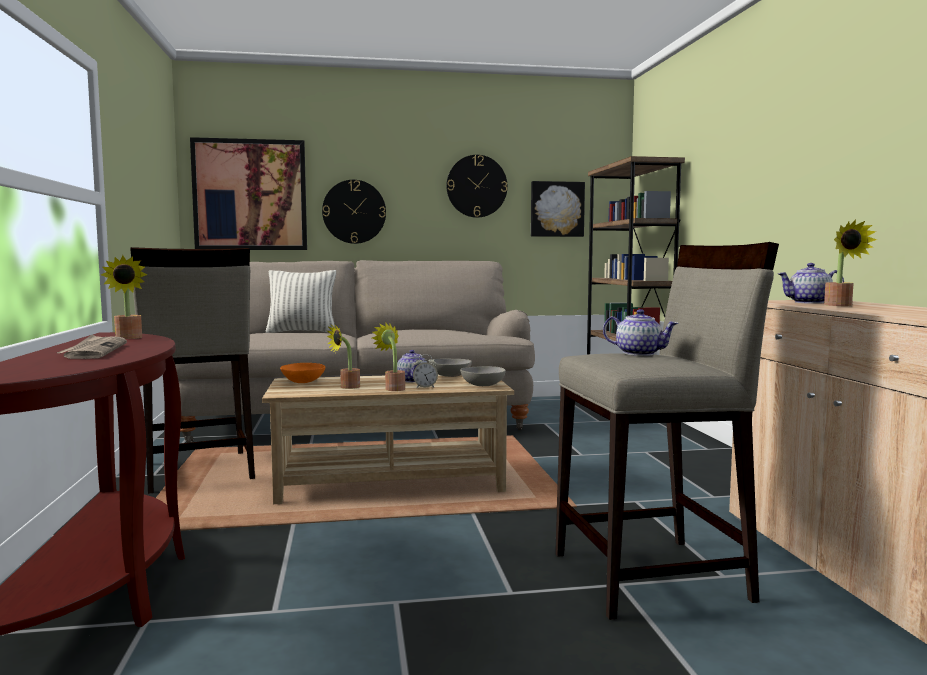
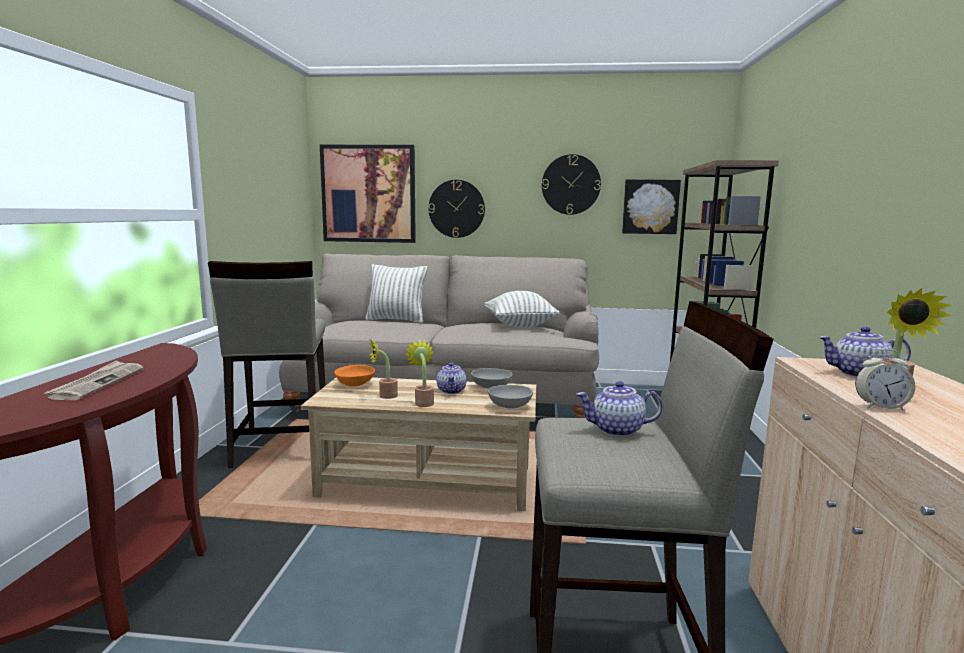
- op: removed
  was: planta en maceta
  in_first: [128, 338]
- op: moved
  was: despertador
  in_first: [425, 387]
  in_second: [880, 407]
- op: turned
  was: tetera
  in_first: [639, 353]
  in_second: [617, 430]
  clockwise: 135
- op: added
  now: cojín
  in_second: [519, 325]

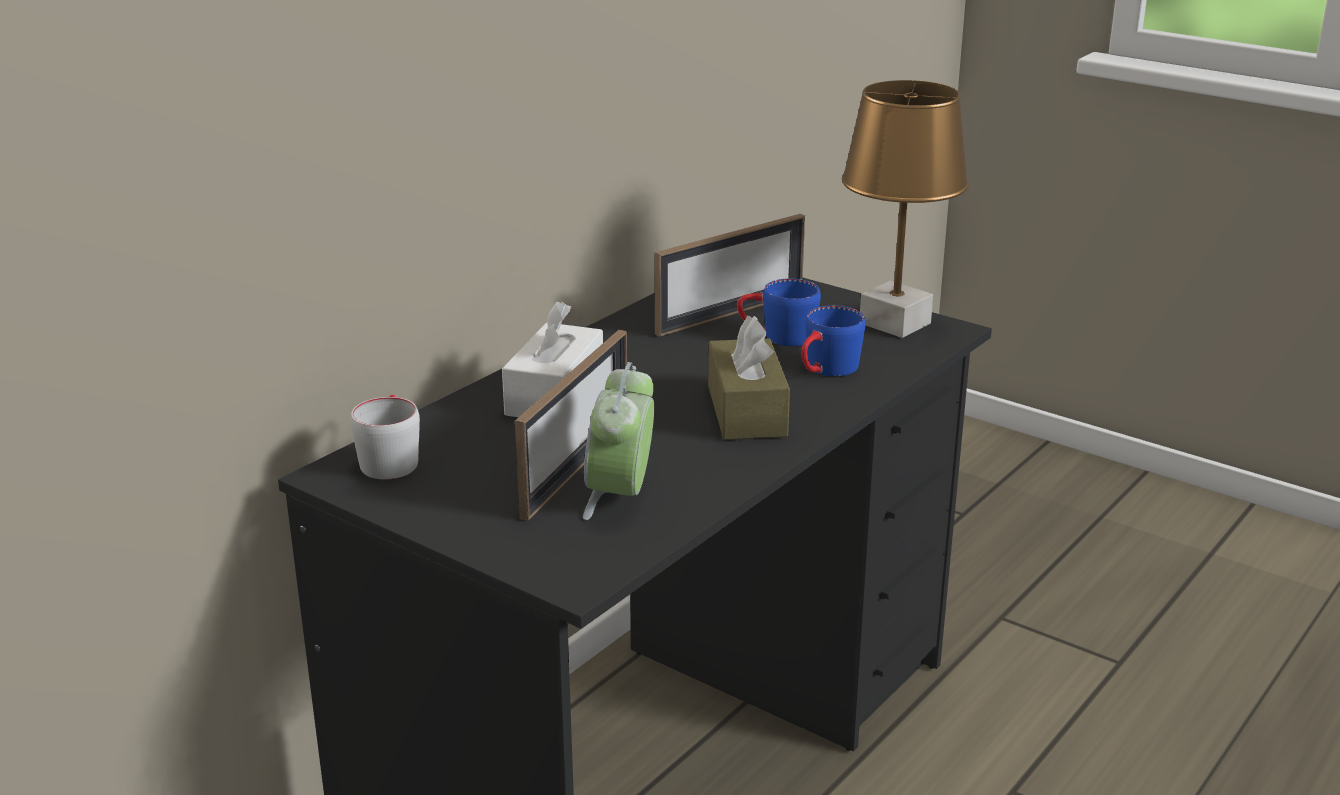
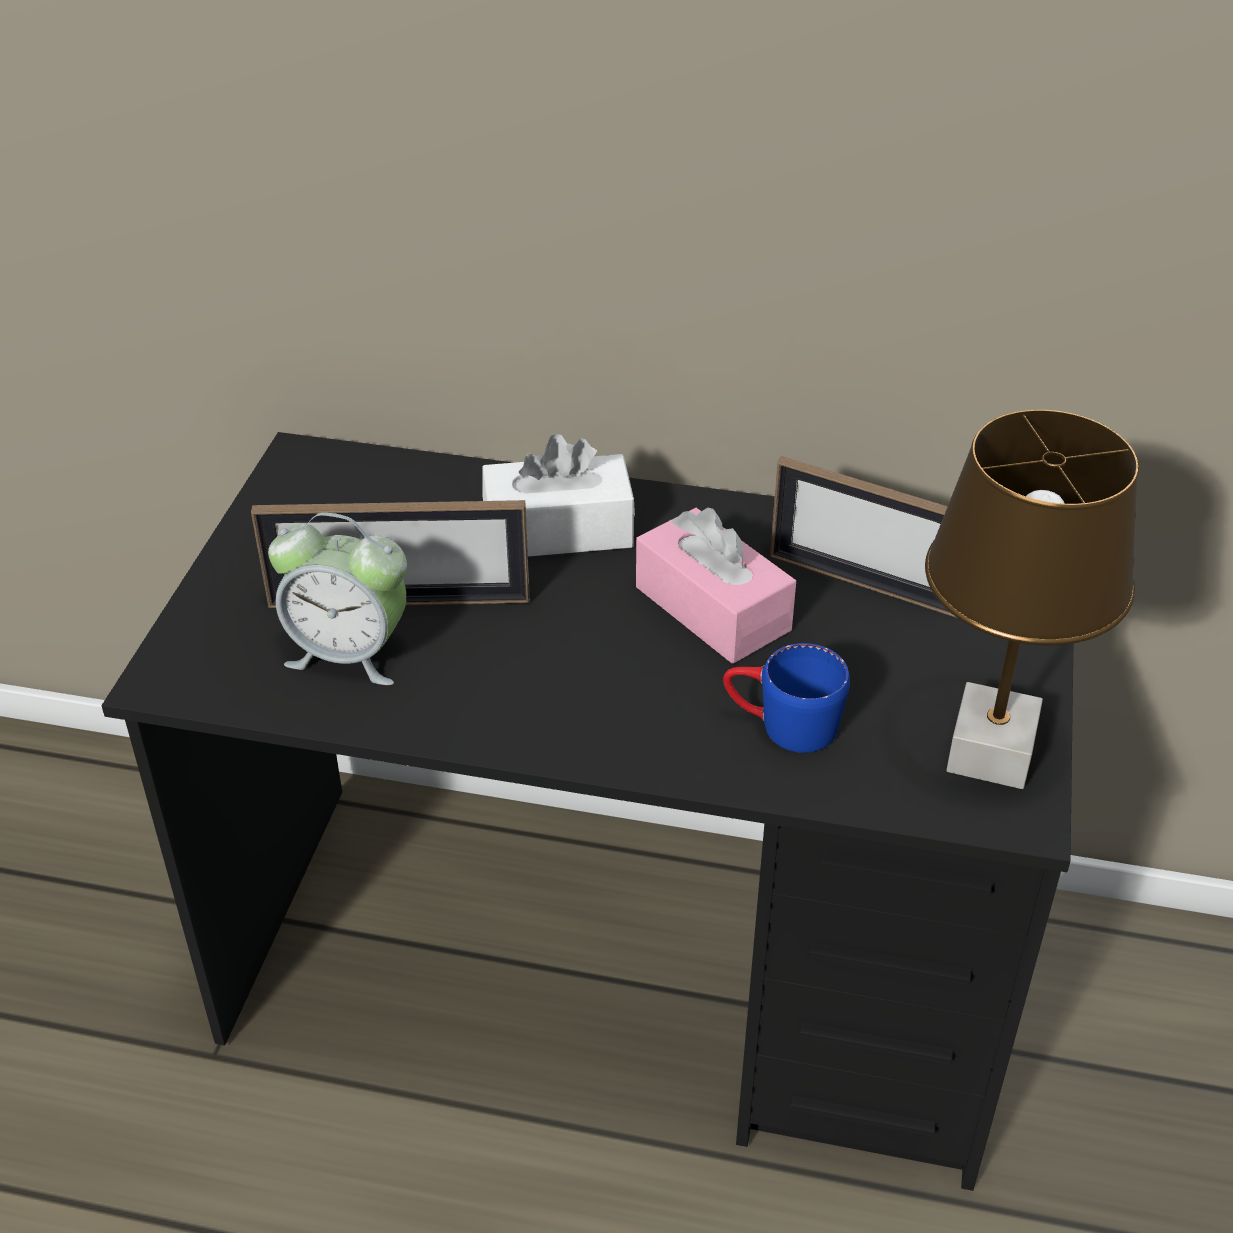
- op: removed
  was: taza grande/gris
  in_first: [390, 458]
- op: turned
  was: despertador
  in_first: [620, 497]
  in_second: [349, 654]
  clockwise: -150
- op: removed
  was: caja de pañuelos/marrón
  in_first: [746, 411]
- op: removed
  was: taza grande/azul
  in_first: [777, 336]
- op: added
  now: caja de pañuelos/rosa
  in_second: [712, 608]

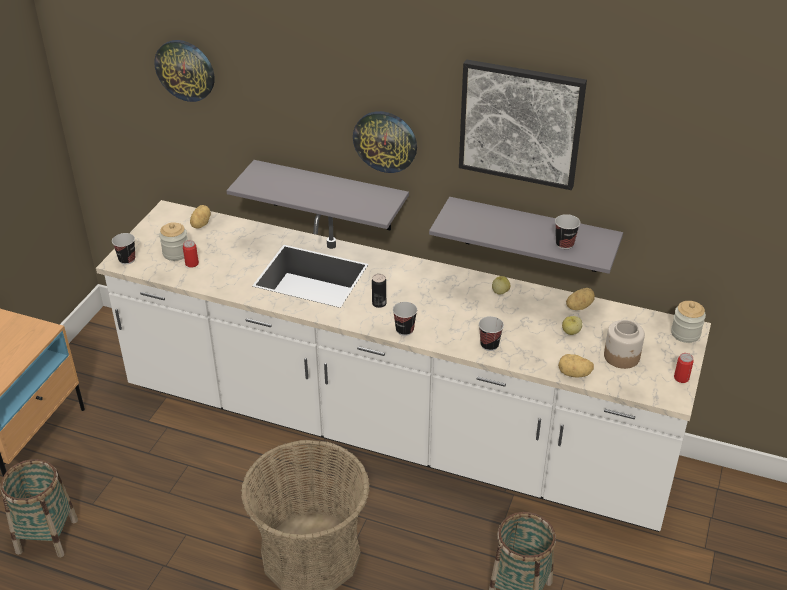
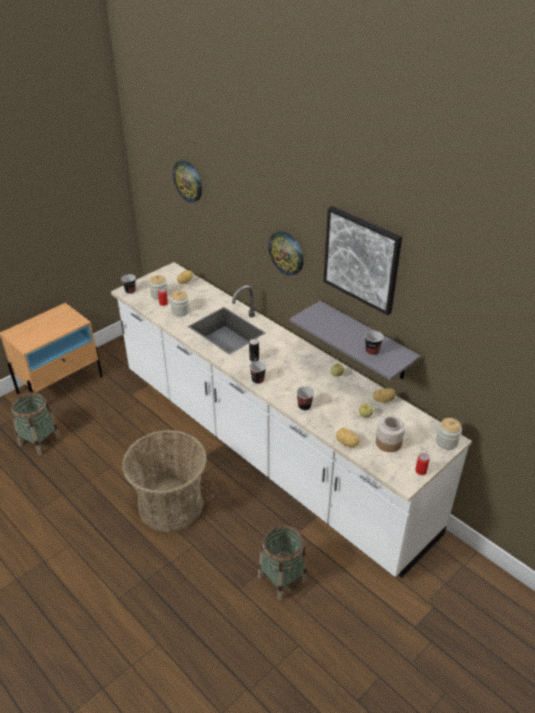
- op: removed
  was: estante/gris
  in_first: [330, 196]
- op: added
  now: tarro
  in_second: [180, 311]

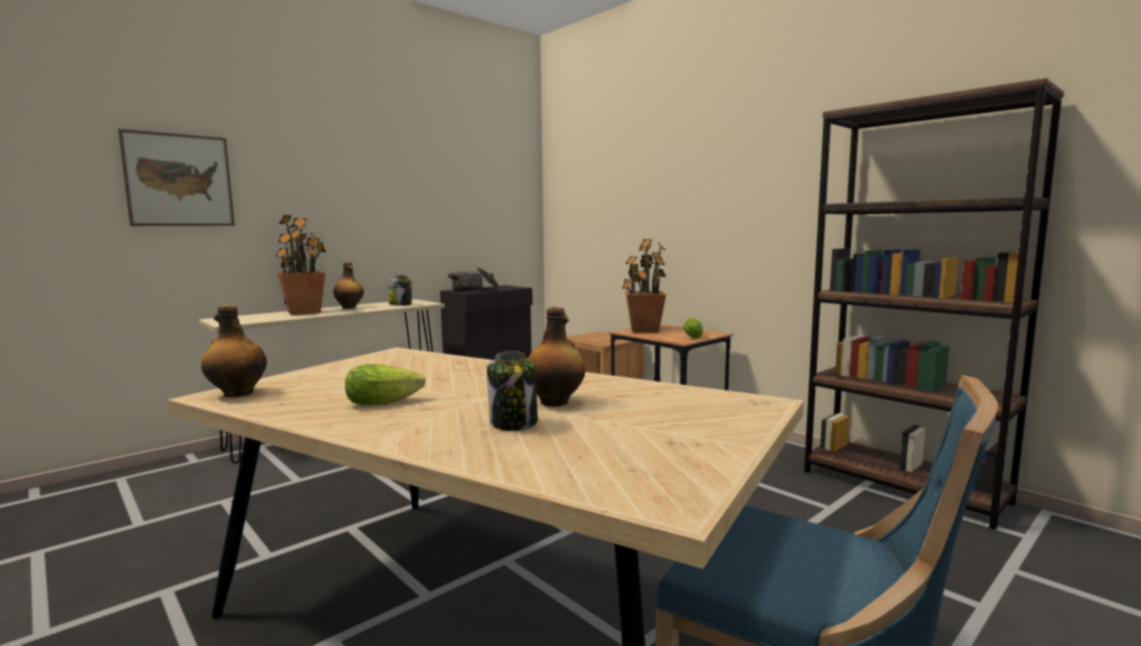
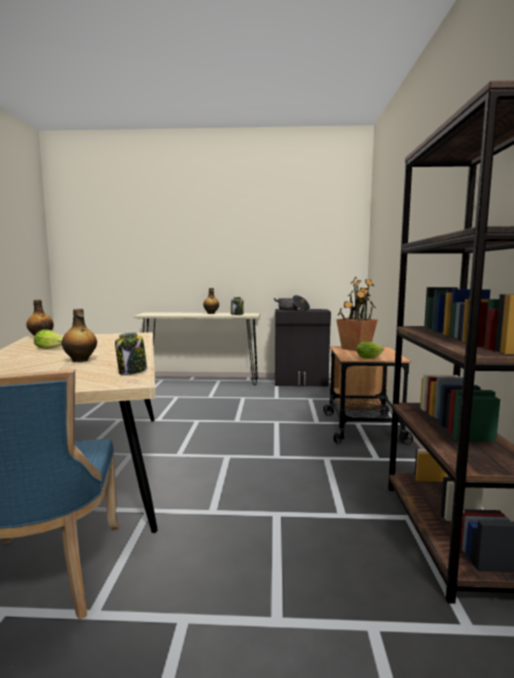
- op: removed
  was: cuadro
  in_first: [179, 180]
- op: removed
  was: planta en maceta
  in_first: [304, 312]
- op: moved
  was: tarro
  in_first: [514, 423]
  in_second: [132, 372]

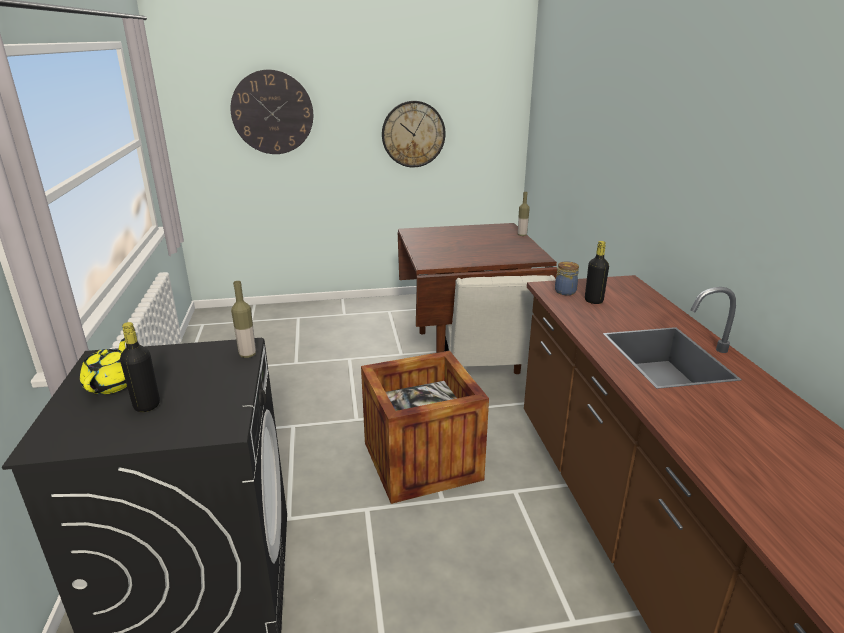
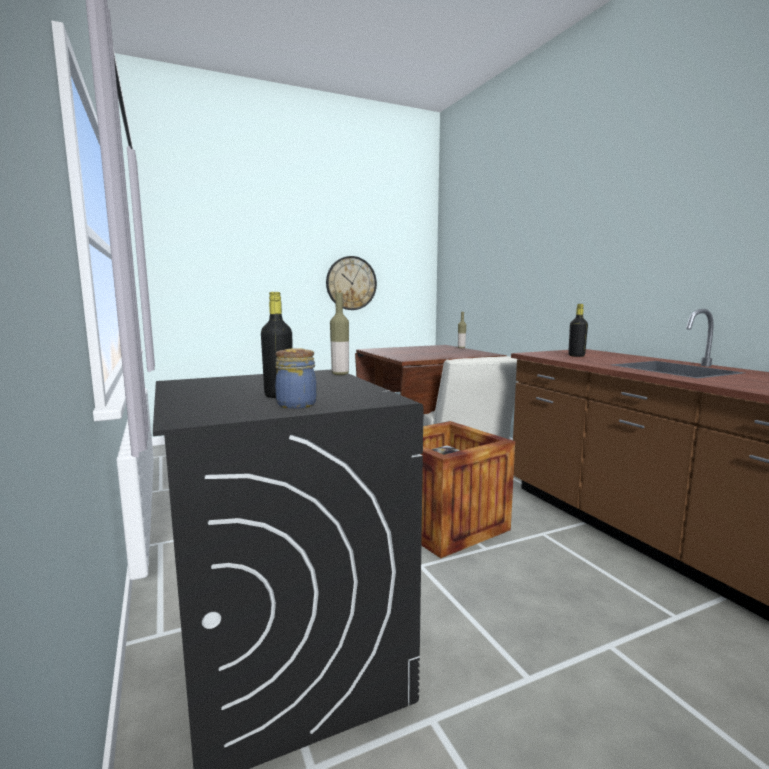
- op: removed
  was: tetera/amarillo
  in_first: [112, 384]
- op: removed
  was: reloj de pared
  in_first: [272, 112]
- op: moved
  was: tarro
  in_first: [565, 291]
  in_second: [297, 404]

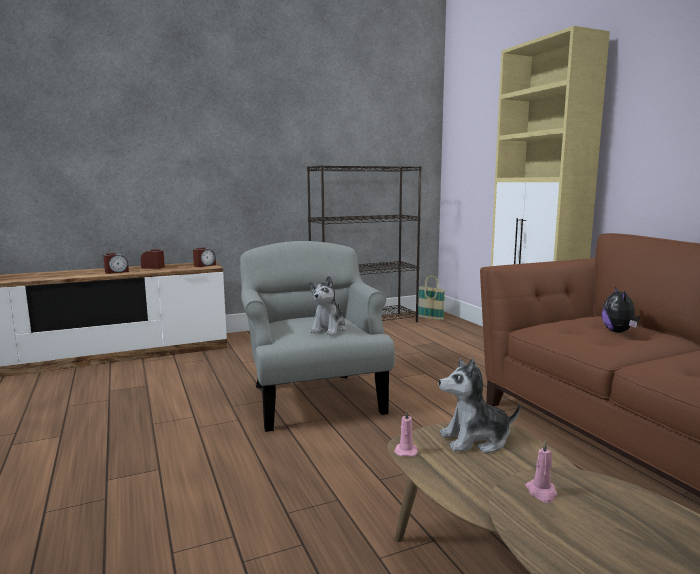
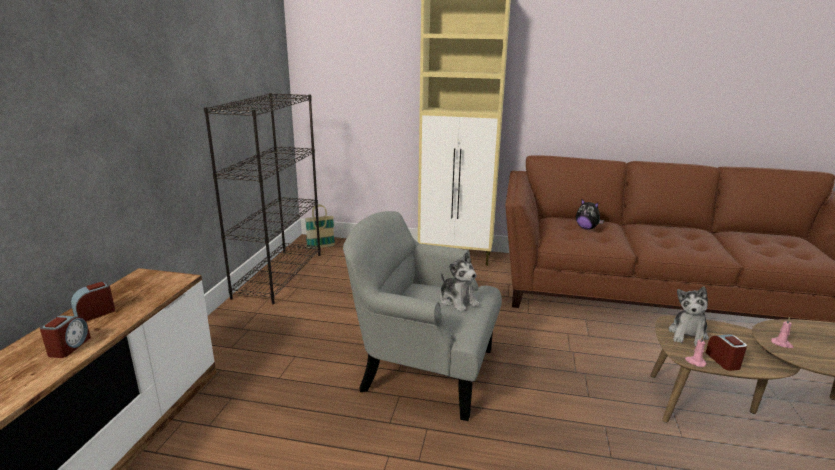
- op: moved
  was: despertador
  in_first: [204, 265]
  in_second: [723, 361]

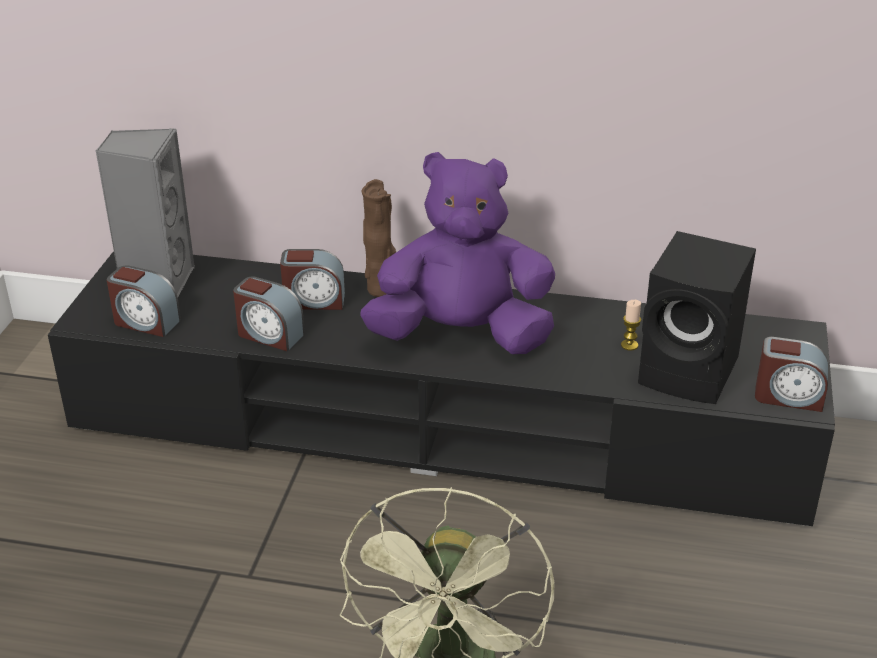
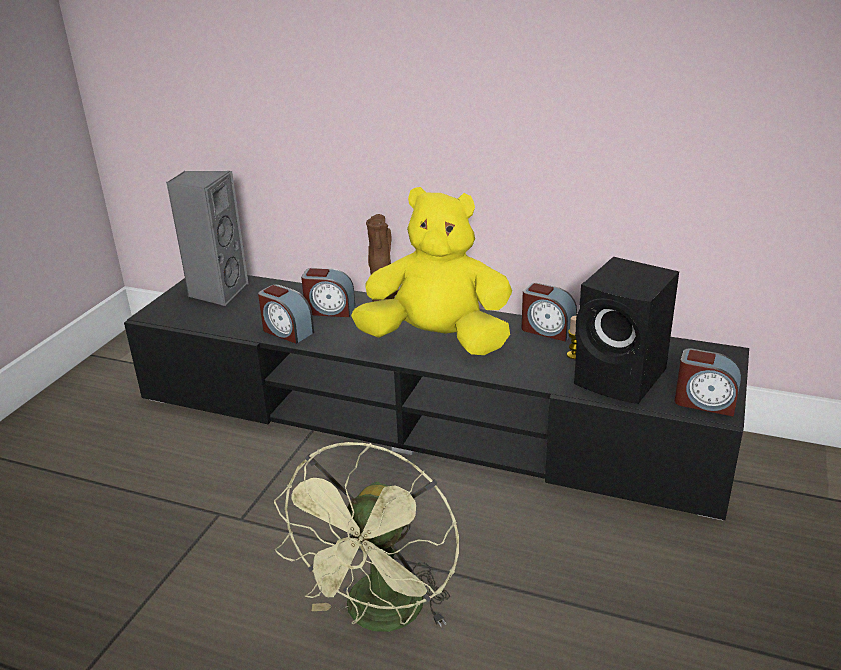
- op: moved
  was: despertador
  in_first: [145, 322]
  in_second: [547, 330]
- op: recoloured
  was: peluche/morado
  now: peluche/amarillo
  in_first: [462, 336]
  in_second: [437, 341]

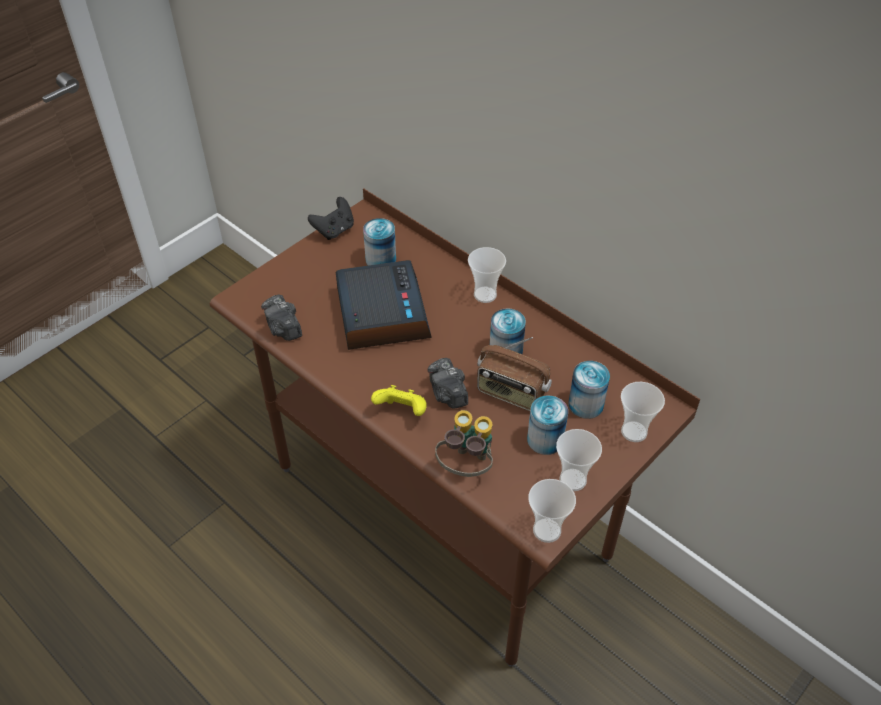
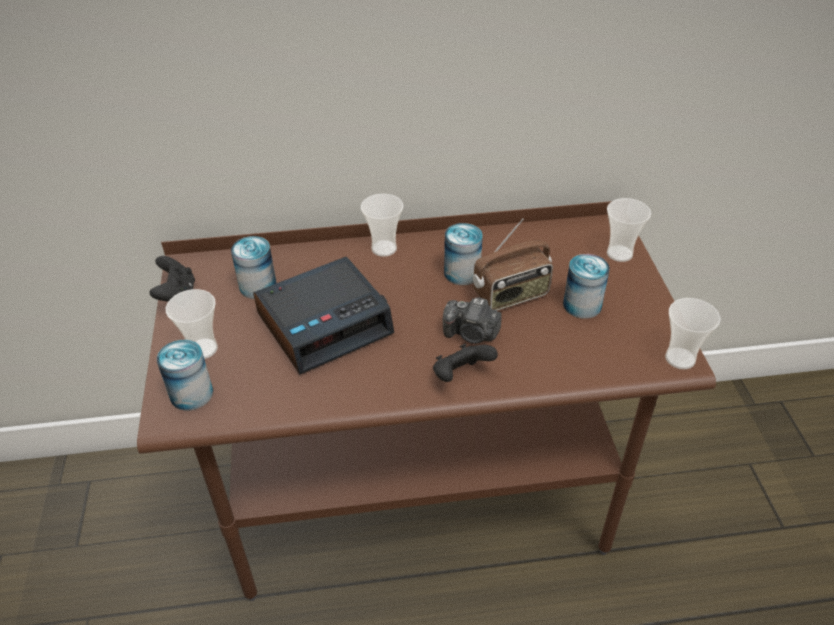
- op: removed
  was: cámara
  in_first: [283, 328]
- op: turned
  was: despertador
  in_first: [381, 313]
  in_second: [325, 323]
  clockwise: 120
- op: recoloured
  was: mando de consola/amarillo
  now: mando de consola/negro
  in_first: [402, 411]
  in_second: [460, 375]
- op: removed
  was: prismáticos
  in_first: [466, 466]
- op: moved
  was: taza
  in_first: [573, 480]
  in_second: [203, 349]
- op: moved
  was: lata
  in_first: [586, 404]
  in_second: [191, 394]

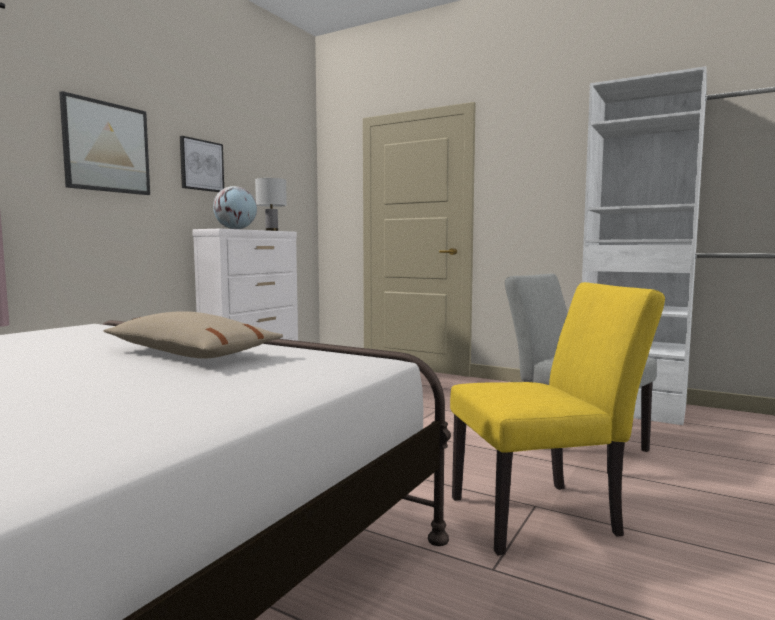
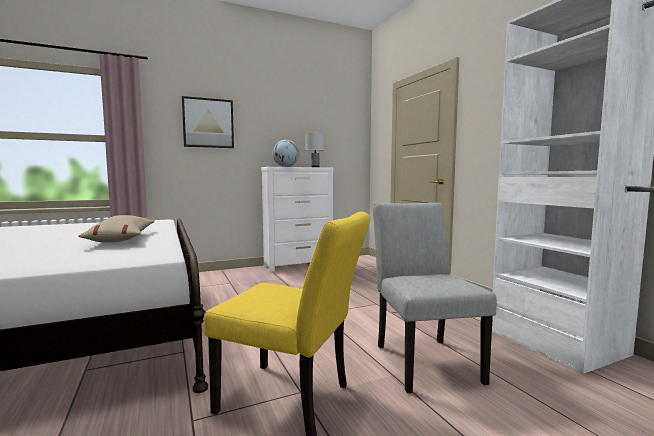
- op: removed
  was: cuadro
  in_first: [201, 165]

